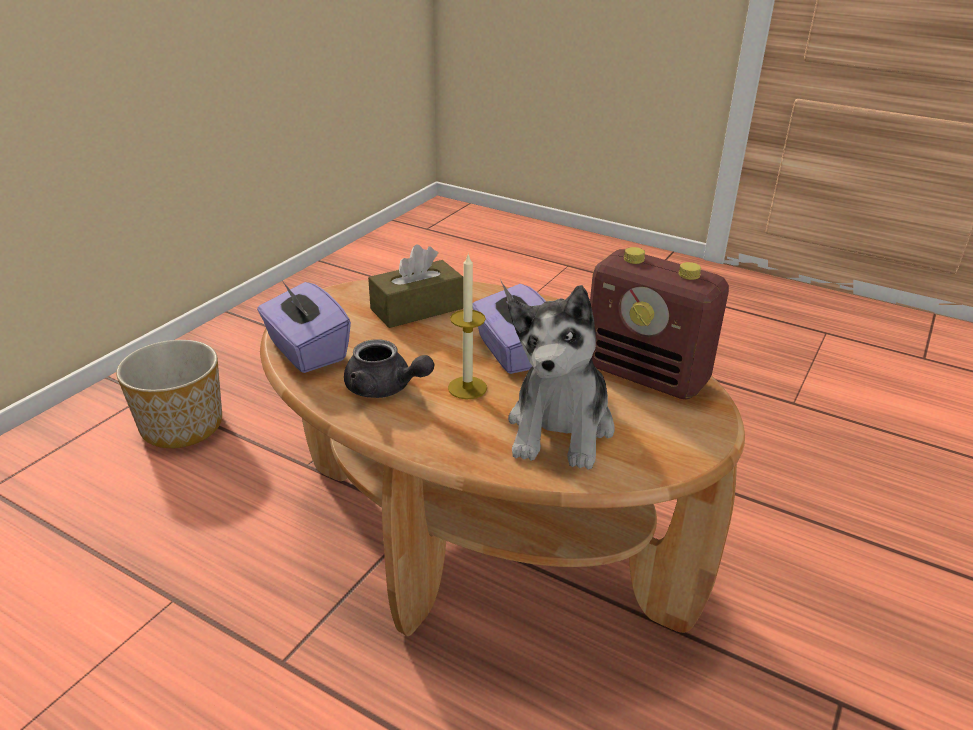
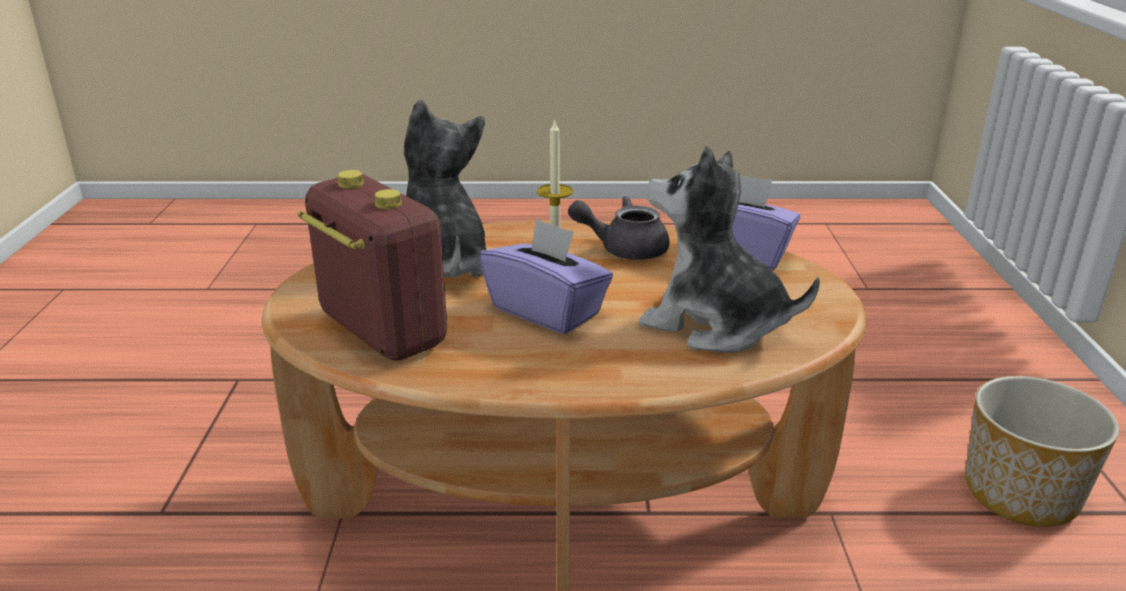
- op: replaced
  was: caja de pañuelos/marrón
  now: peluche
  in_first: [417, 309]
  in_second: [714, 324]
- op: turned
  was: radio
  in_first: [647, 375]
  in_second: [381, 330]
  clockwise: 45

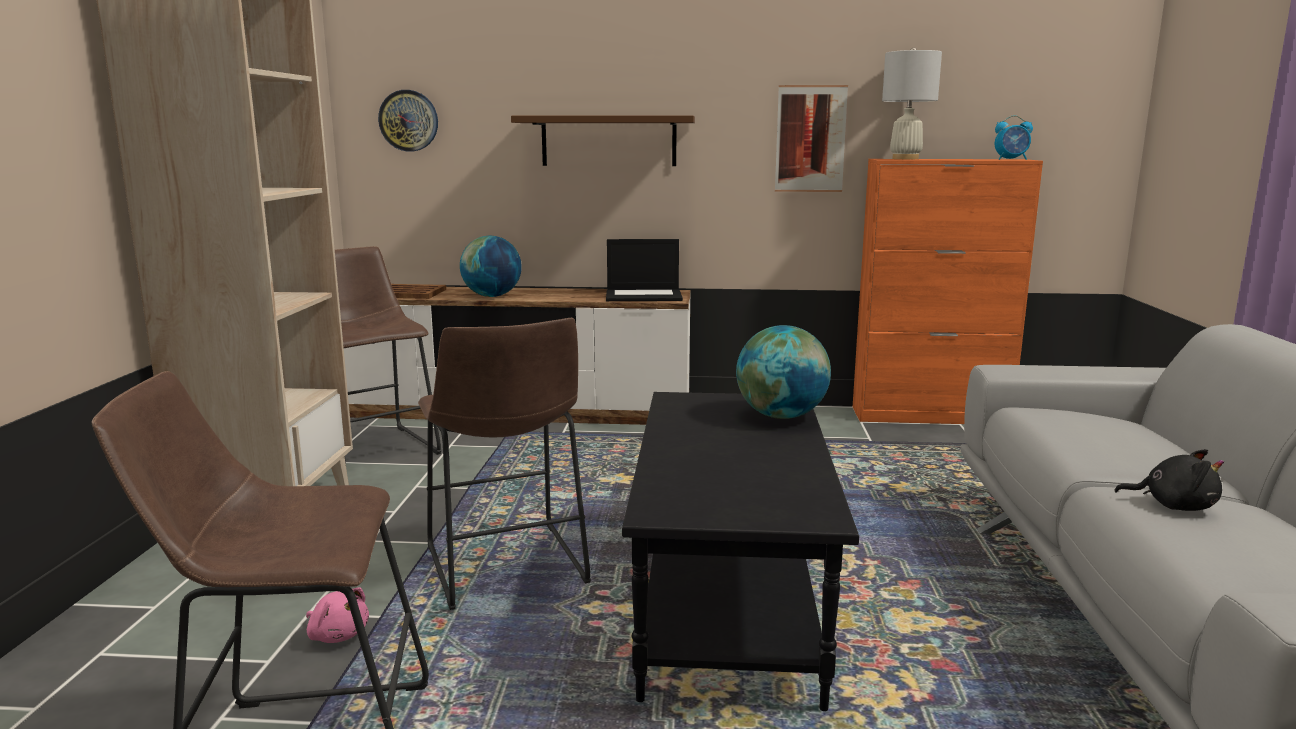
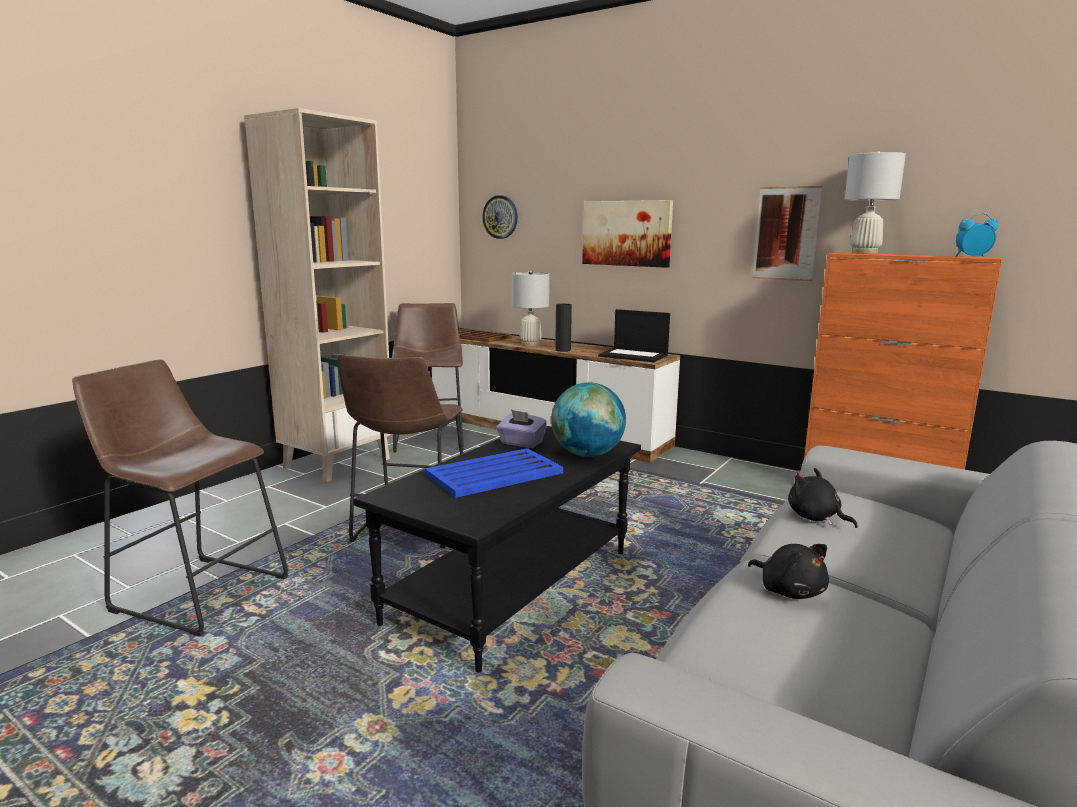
- op: removed
  was: peluche/rosa
  in_first: [338, 635]
- op: replaced
  was: globo terráqueo
  now: lámpara de mesa/blanco
  in_first: [492, 296]
  in_second: [530, 345]
- op: replaced
  was: estante/marrón
  now: cuadro
  in_first: [608, 141]
  in_second: [627, 233]
- op: turned
  was: despertador
  in_first: [1011, 159]
  in_second: [971, 257]
  clockwise: 150
- op: added
  now: bandeja/azul
  in_second: [495, 474]
- op: added
  now: caja de pañuelos/morado
  in_second: [521, 443]
- op: added
  now: florero/negro
  in_second: [563, 350]
- op: added
  now: peluche/negro
  in_second: [815, 518]

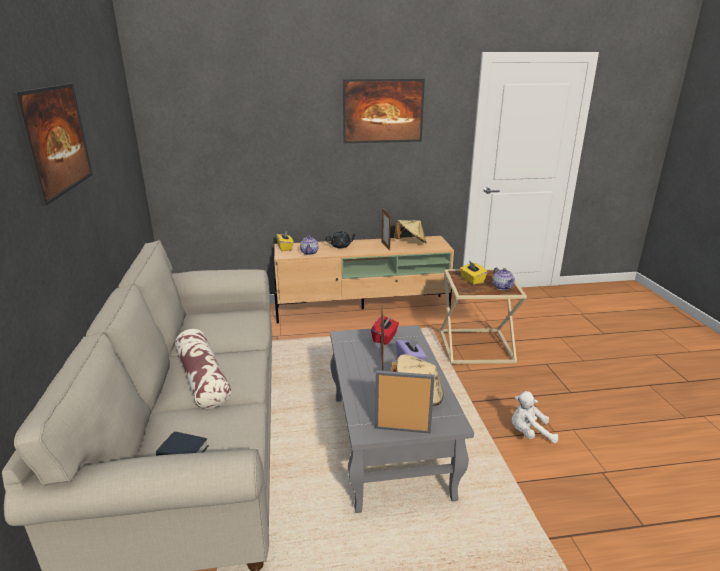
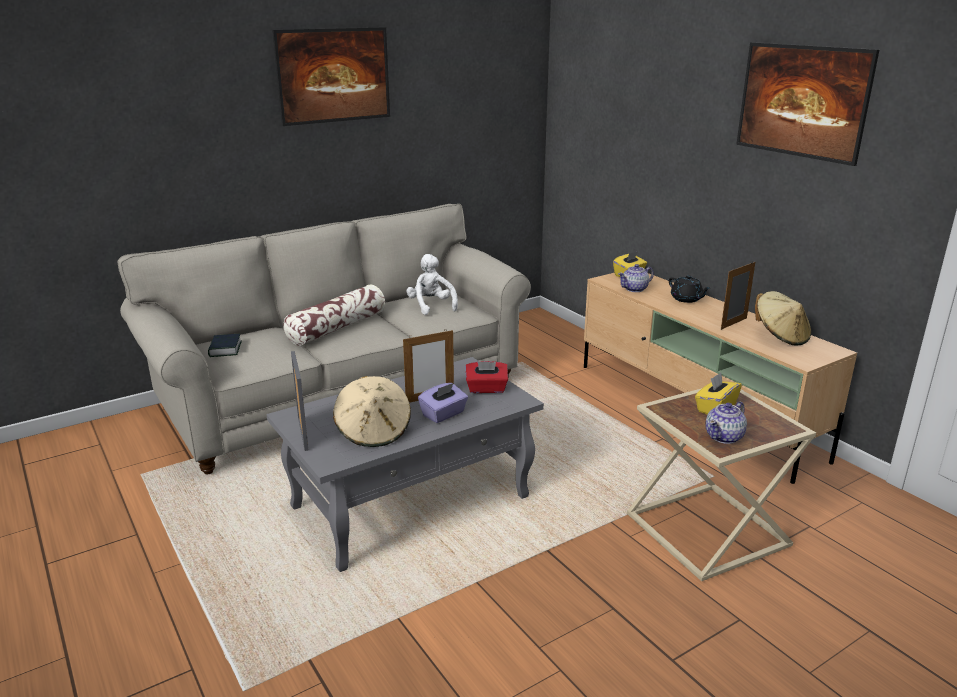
- op: moved
  was: peluche/blanco
  in_first: [529, 433]
  in_second: [431, 306]

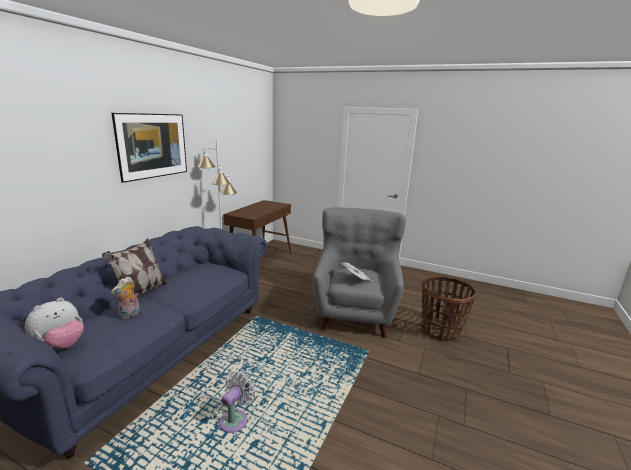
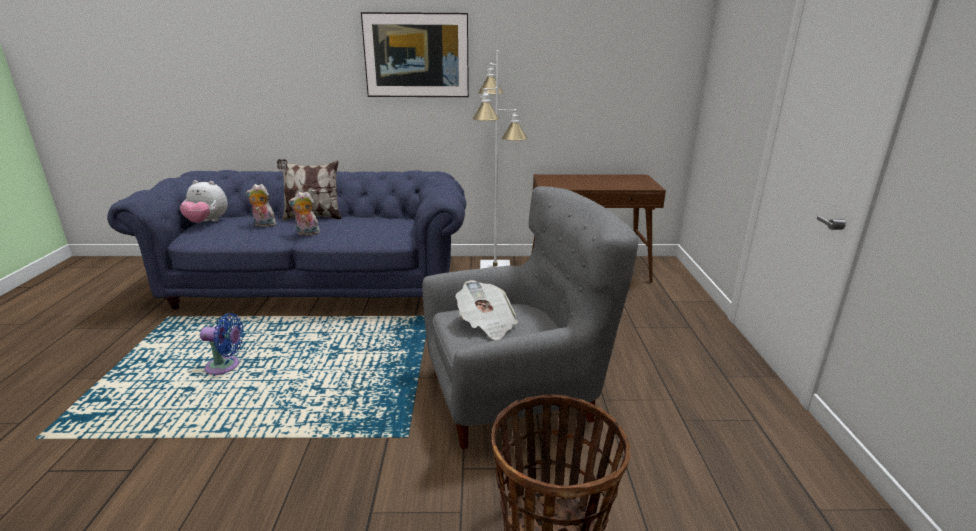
- op: recoloured
  was: ventilador/blanco
  now: ventilador/azul
  in_first: [235, 419]
  in_second: [226, 366]
- op: added
  now: peluche
  in_second: [307, 233]

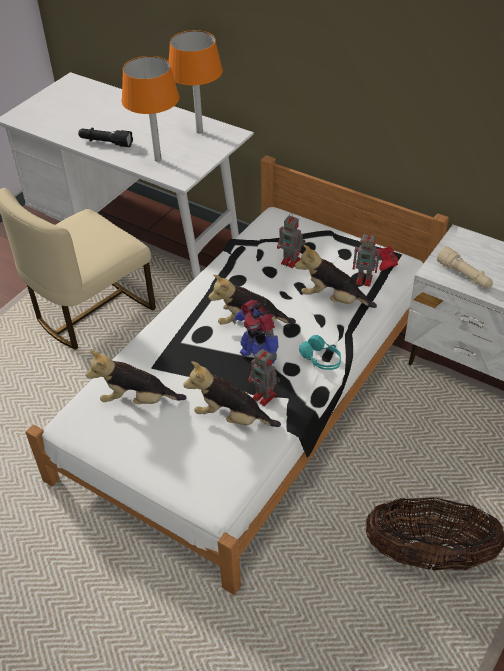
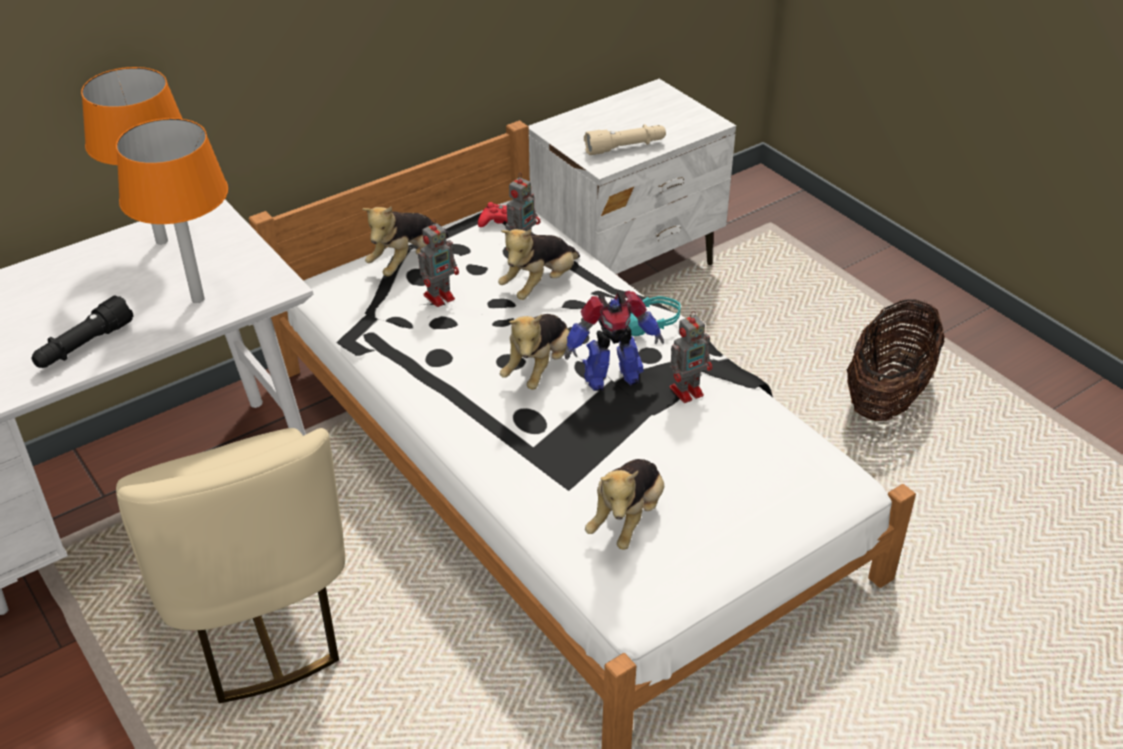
- op: moved
  was: peluche
  in_first: [231, 417]
  in_second: [407, 262]

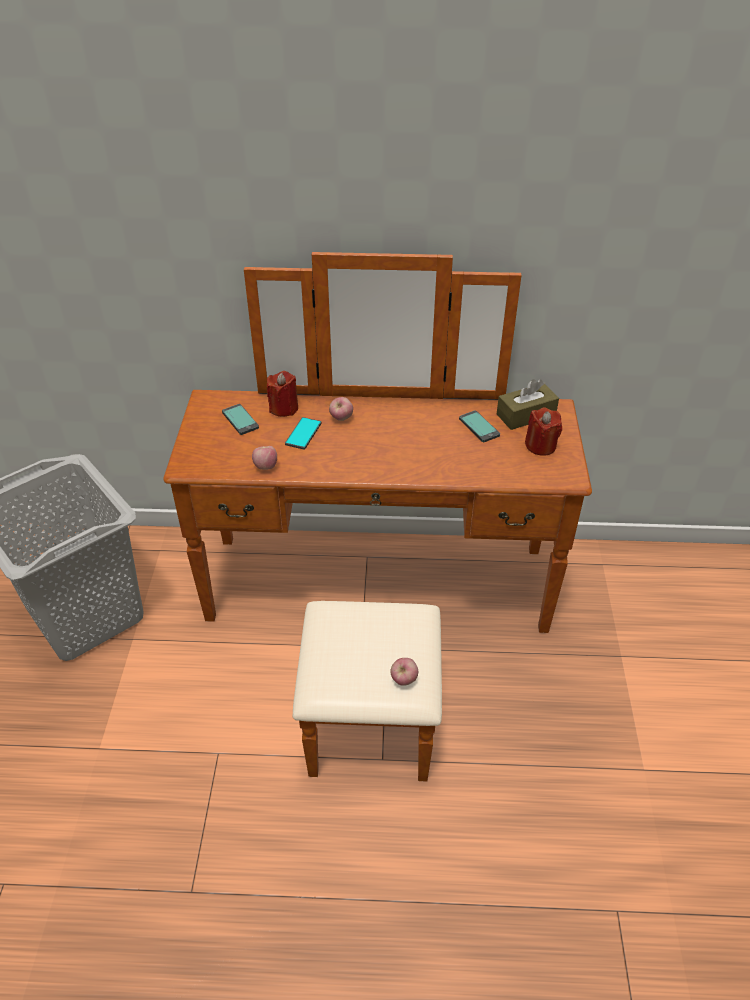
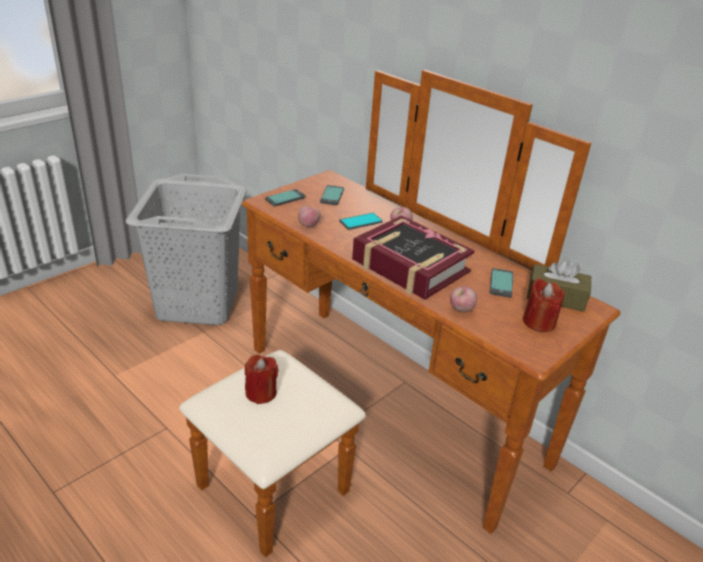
- op: moved
  was: vela/rojo
  in_first: [284, 408]
  in_second: [261, 393]
- op: moved
  was: manzana
  in_first: [404, 679]
  in_second: [461, 310]
- op: added
  now: móvil
  in_second: [285, 198]
- op: added
  now: libro
  in_second: [410, 266]

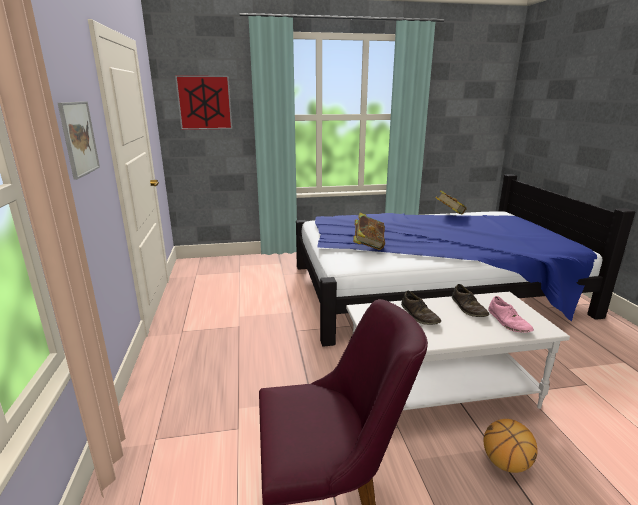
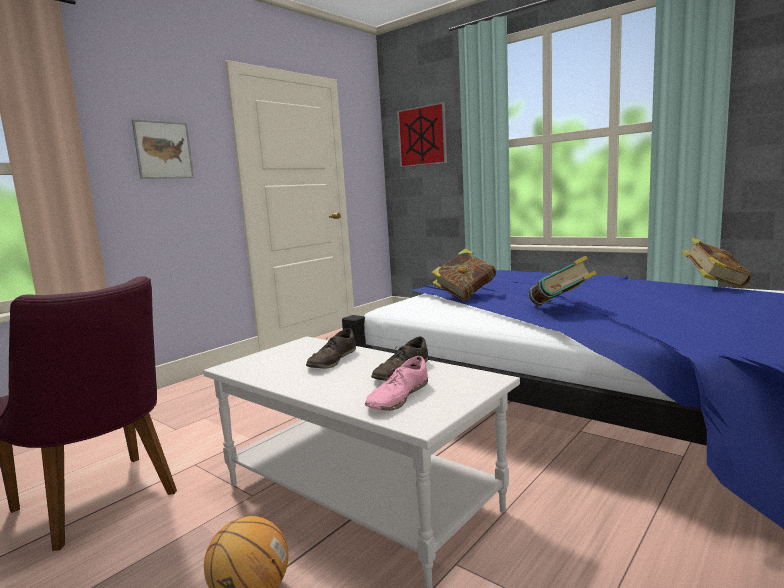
- op: added
  now: libro
  in_second: [561, 308]

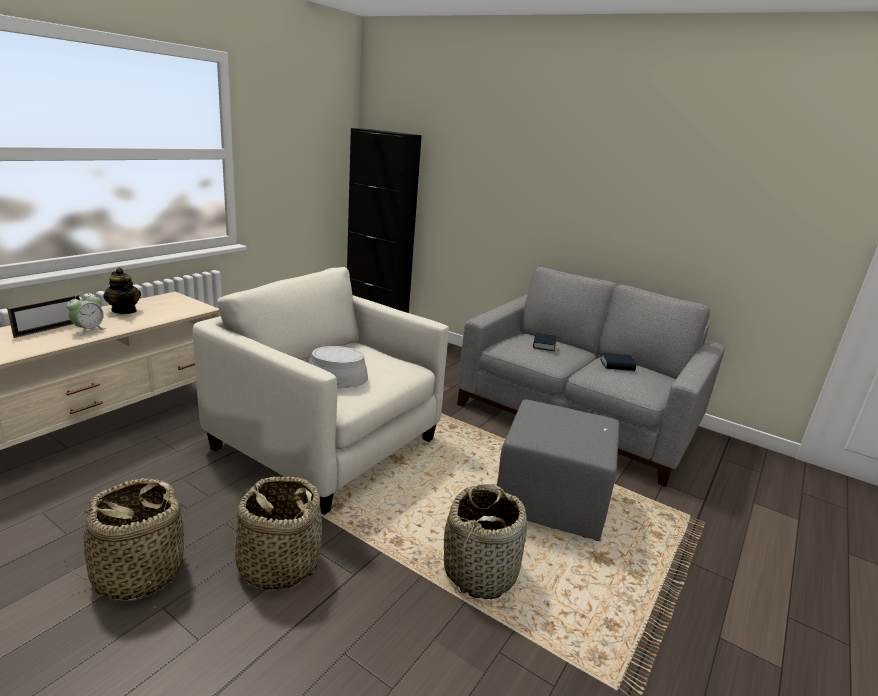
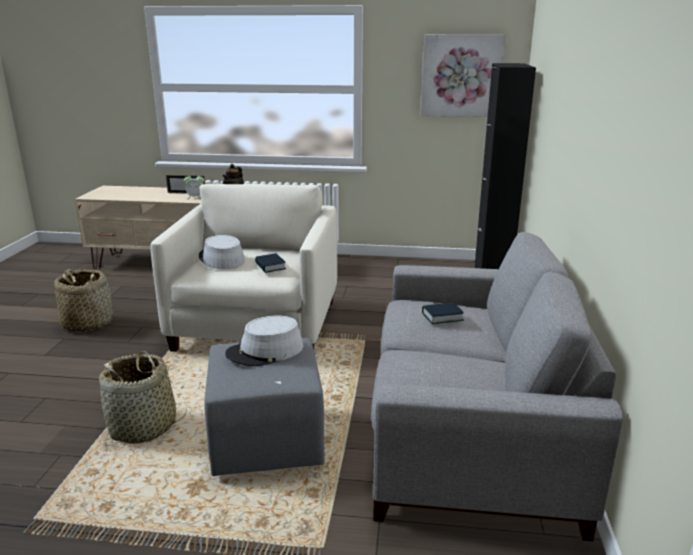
- op: removed
  was: cesta
  in_first: [279, 564]
- op: moved
  was: libro
  in_first: [617, 365]
  in_second: [270, 266]
- op: added
  now: sombrero/gris
  in_second: [265, 351]
- op: added
  now: cuadro
  in_second: [461, 75]

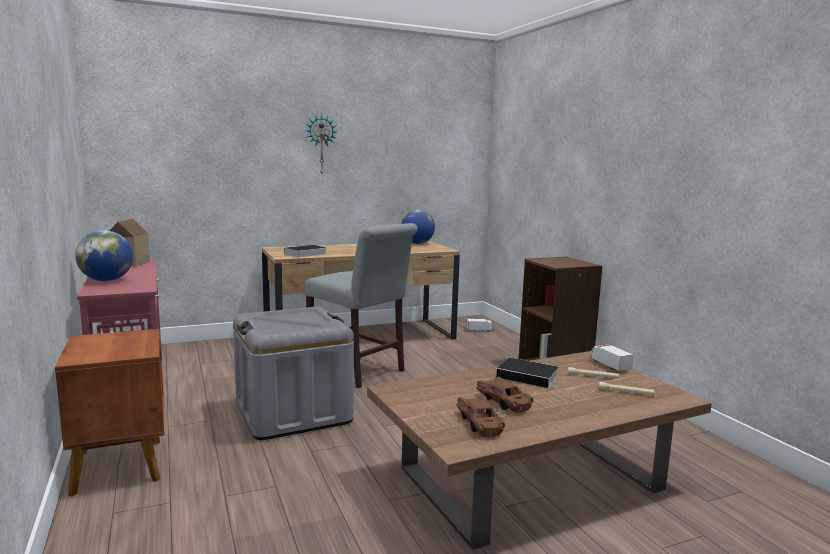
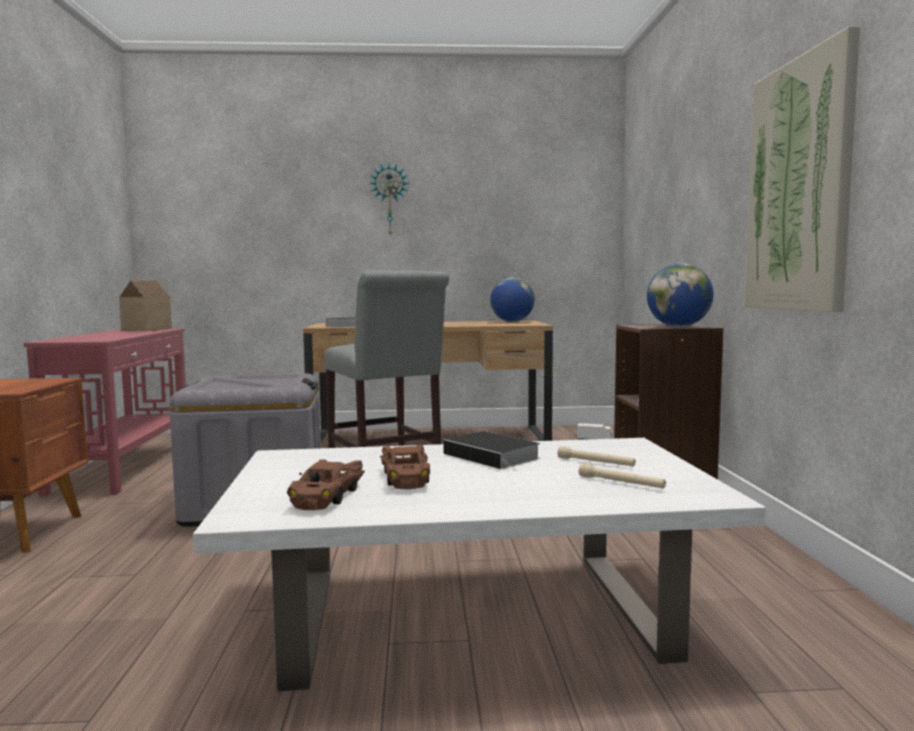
- op: moved
  was: globo terráqueo
  in_first: [106, 280]
  in_second: [678, 326]
- op: recoloured
  was: mesa de centro/marrón
  now: mesa de centro/blanco
  in_first: [530, 480]
  in_second: [469, 615]
- op: removed
  was: camión de juguete
  in_first: [609, 365]
- op: added
  now: cuadro
  in_second: [799, 186]

